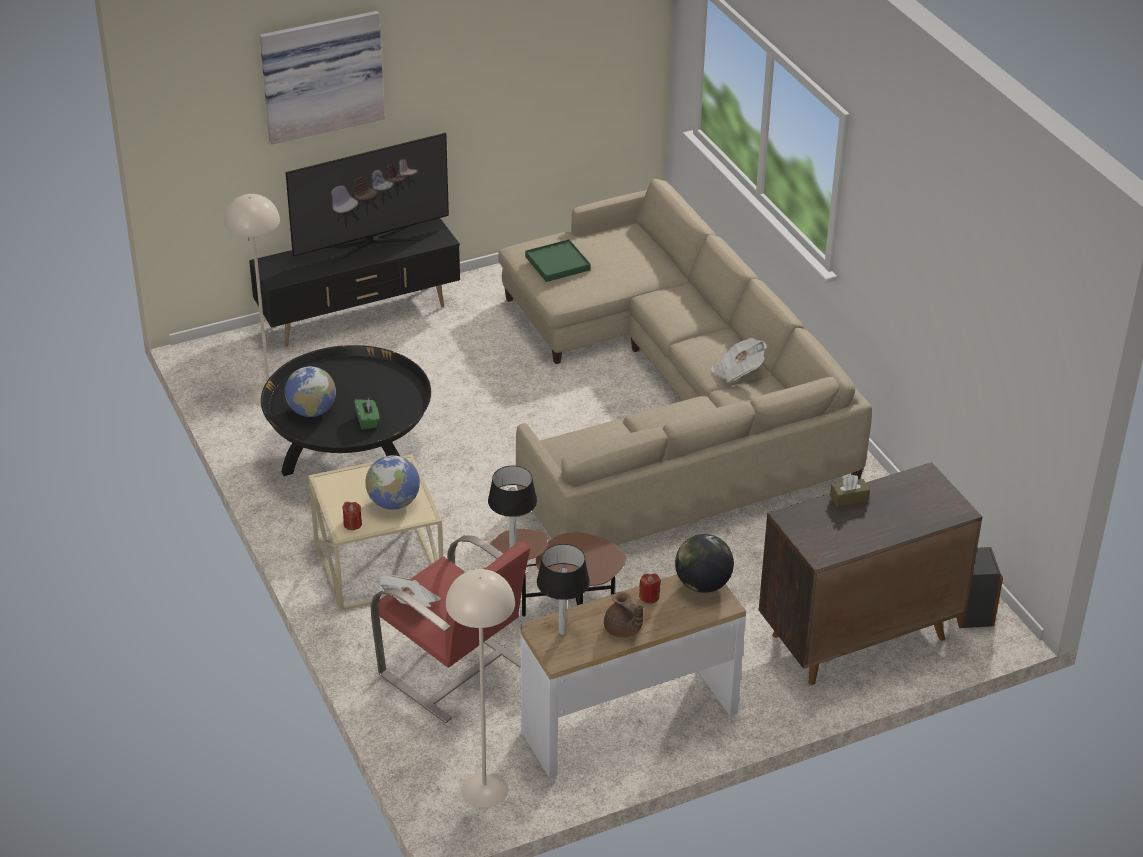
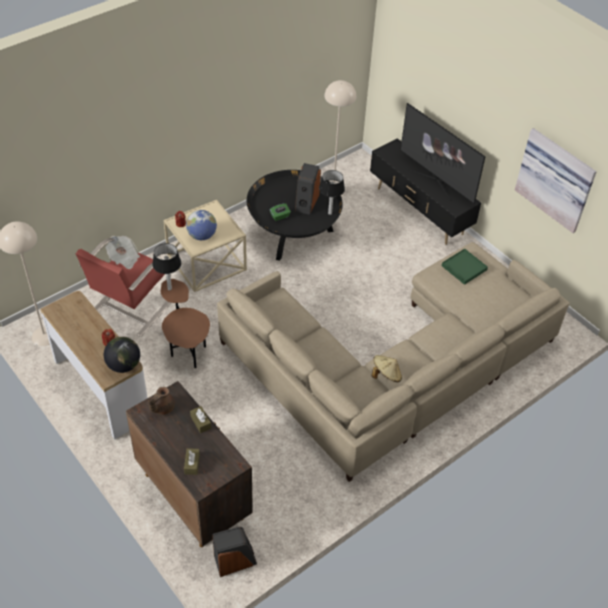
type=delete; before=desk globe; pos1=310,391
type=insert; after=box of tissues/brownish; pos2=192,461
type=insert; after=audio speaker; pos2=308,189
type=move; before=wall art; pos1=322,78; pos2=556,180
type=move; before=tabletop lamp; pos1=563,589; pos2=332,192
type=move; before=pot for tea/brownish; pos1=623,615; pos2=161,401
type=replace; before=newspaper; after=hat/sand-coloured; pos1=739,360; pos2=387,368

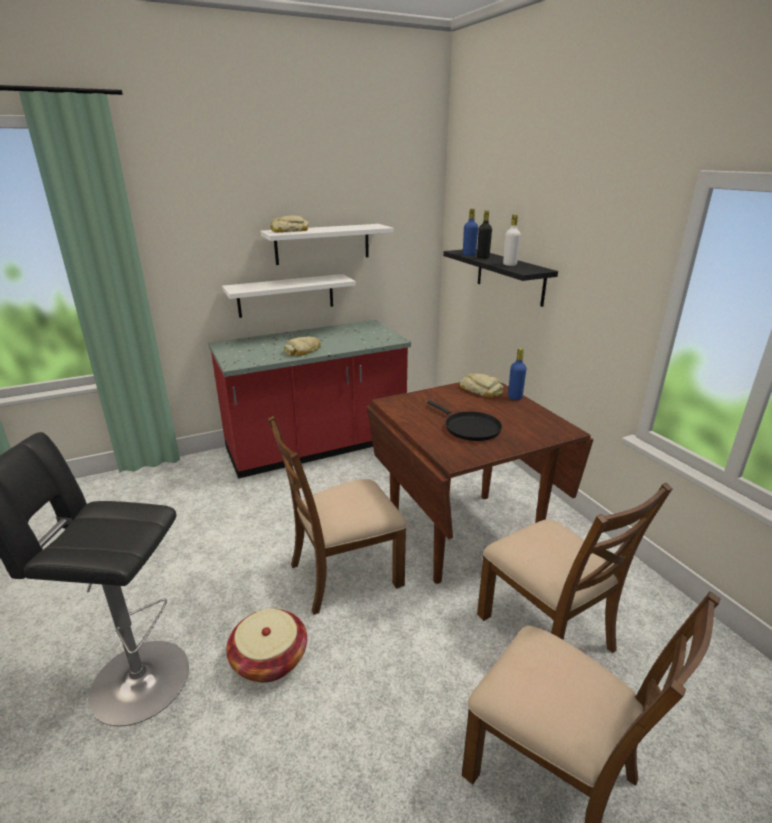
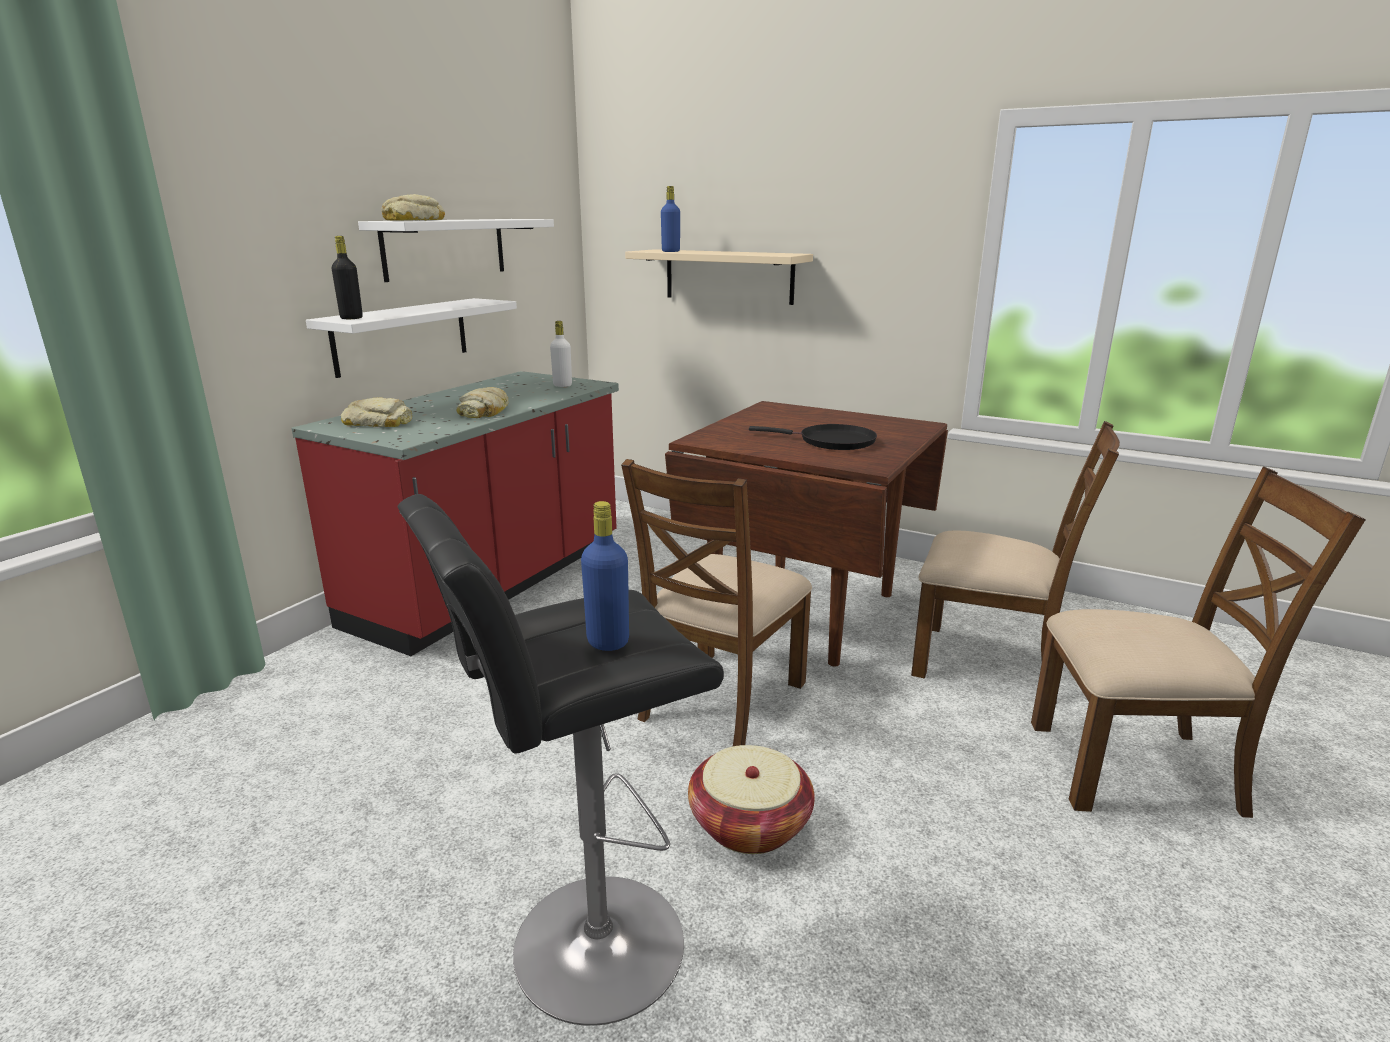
type=move; before=bread; pos1=481,385; pos2=376,412
type=move; before=drink bottle/black; pos1=484,234; pos2=347,277
type=move; before=drink bottle/whitish; pos1=512,240; pos2=561,354
type=move; before=drink bottle/bluish; pos1=517,374; pos2=605,576
type=recolor; before=wall shelf/black; after=wall shelf/sand-coloured; pos1=500,278; pos2=719,277

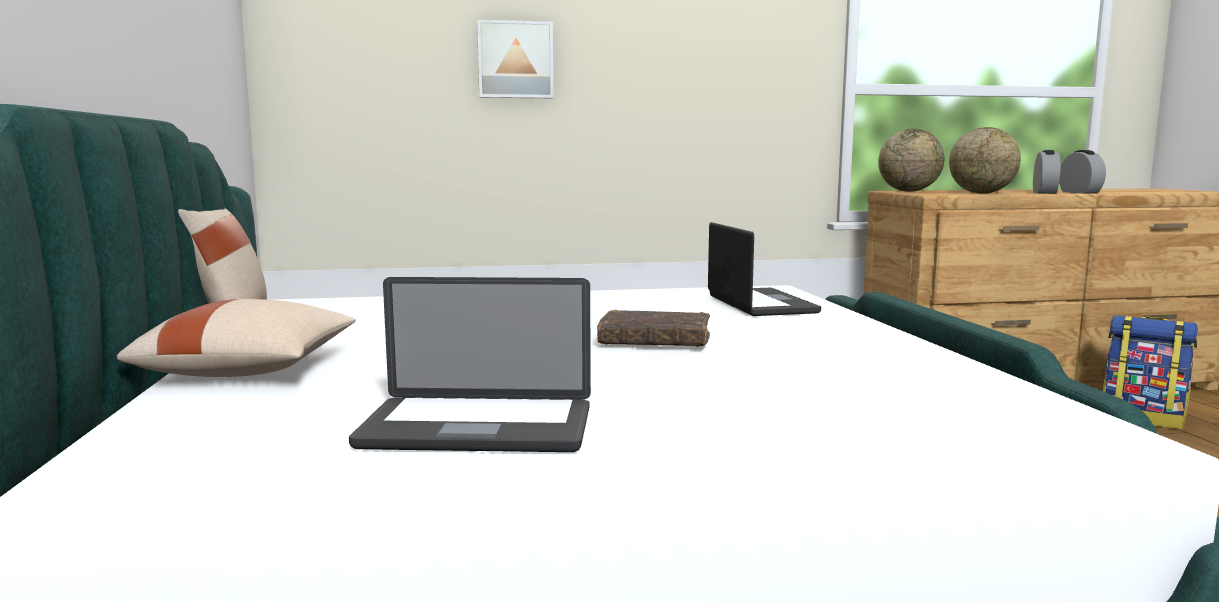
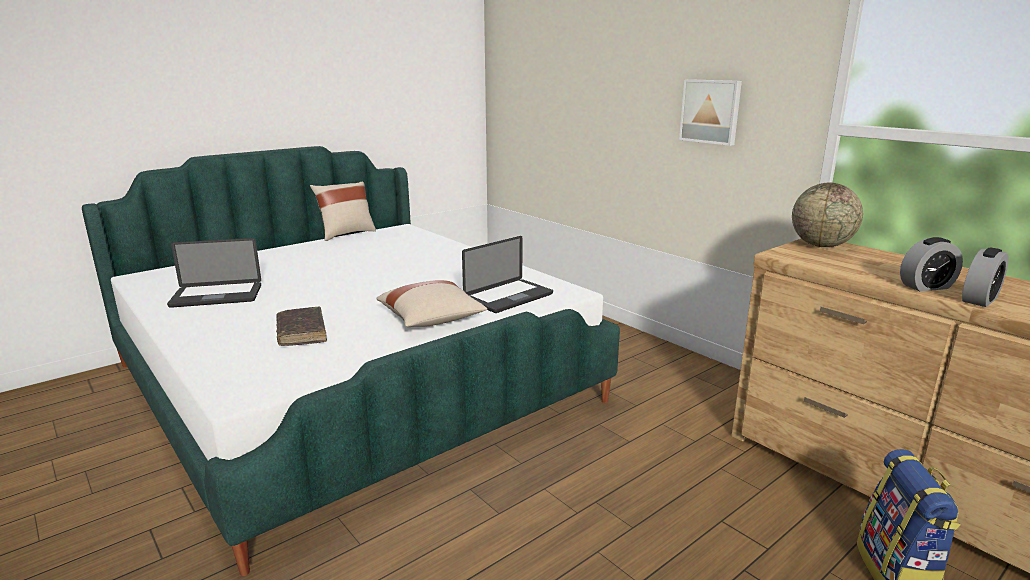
type=delete; before=desk globe; pos1=985,160
type=move; before=throw pillow/sand-coloured; pos1=236,338; pos2=432,303
type=move; before=wall art; pos1=515,59; pos2=710,112
type=move; before=volume/brownish; pos1=653,328; pos2=301,326
type=rotate; before=laptop; pos1=470,364; pos2=214,273; turn=-75

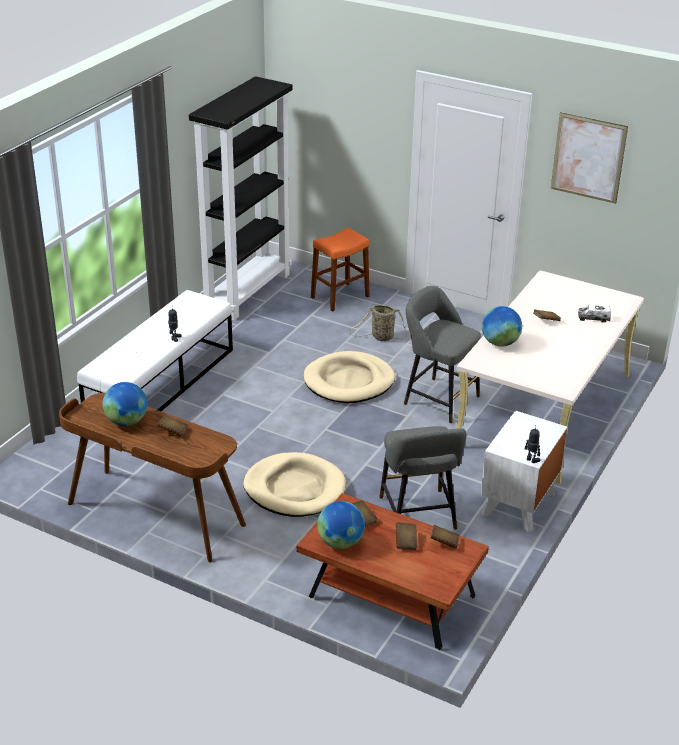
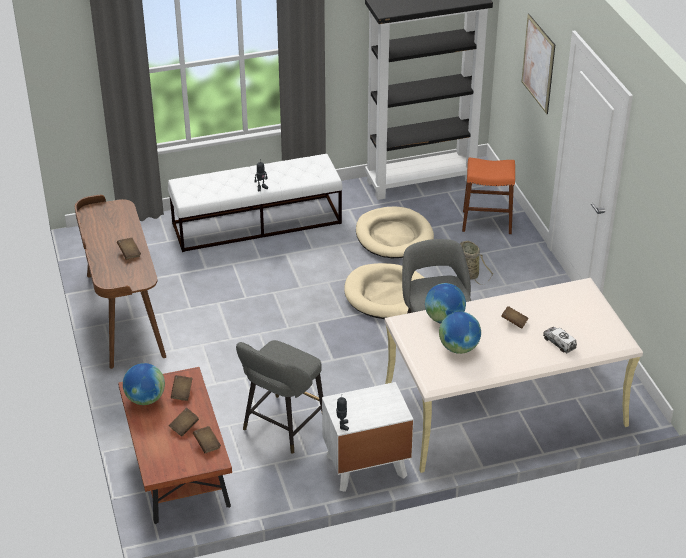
type=move; before=desk globe; pos1=125,404; pos2=460,332
type=move; before=pet bed/sand-coloured; pos1=294,484; pos2=395,232
type=move; before=wall art; pos1=589,158; pos2=538,64

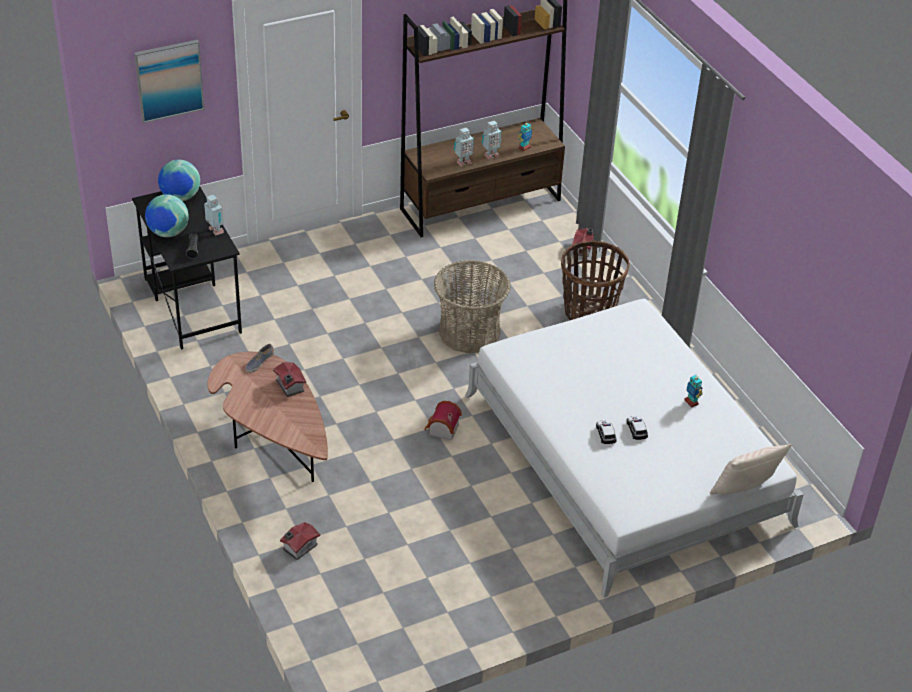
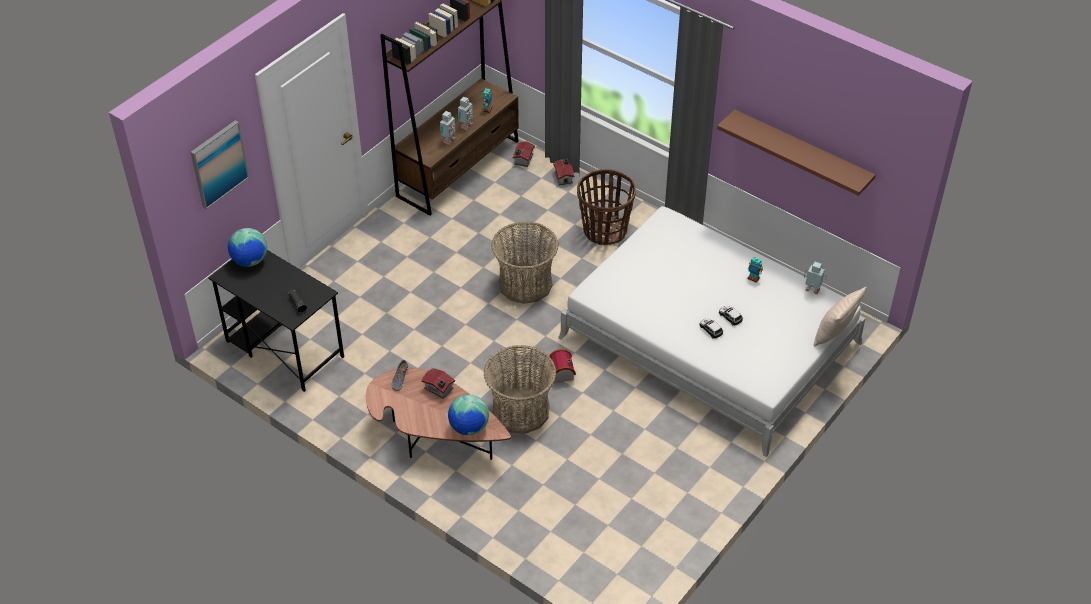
type=insert; after=storage basket; pos2=520,389
type=insert; after=wall shelf/brownish; pos2=796,152
type=move; before=desk globe; pos1=167,215; pos2=468,414
type=move; before=toy robot; pos1=214,215; pos2=815,278
type=move; before=miniature house; pos1=300,541; pos2=524,154

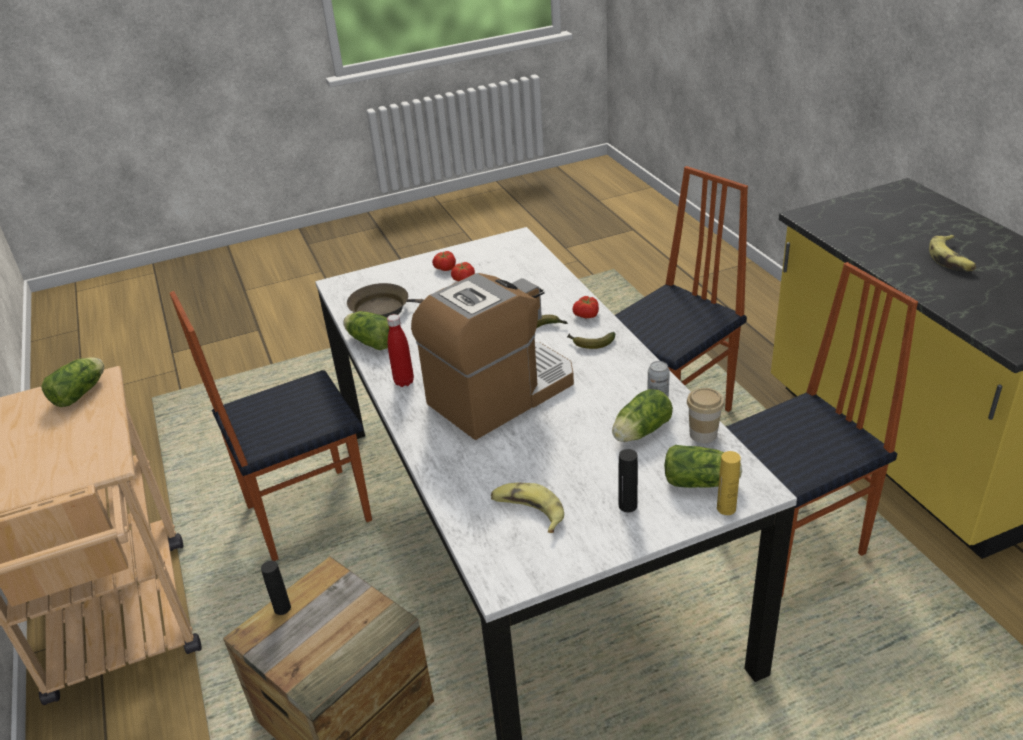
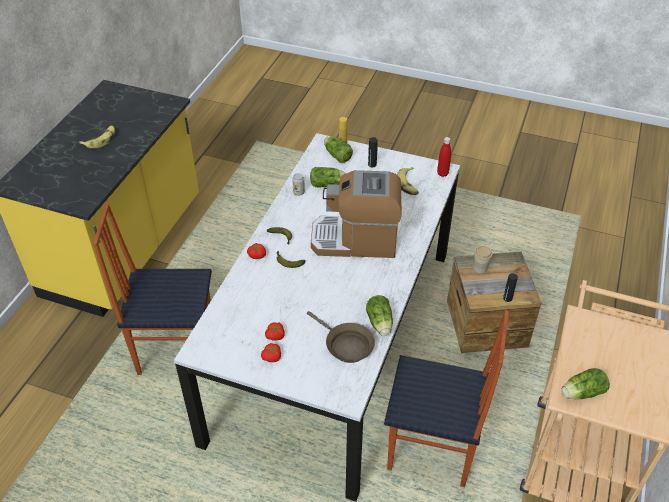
type=delete; before=chair; pos1=822,429
type=move; before=drink bottle/red-coloured; pos1=400,350; pos2=444,157
type=move; before=drinking cup; pos1=705,415; pos2=483,259

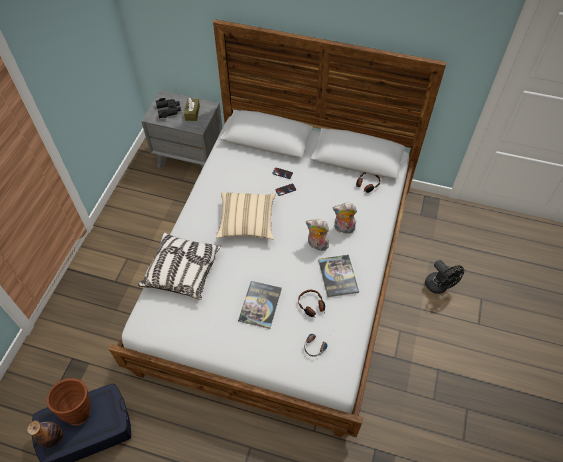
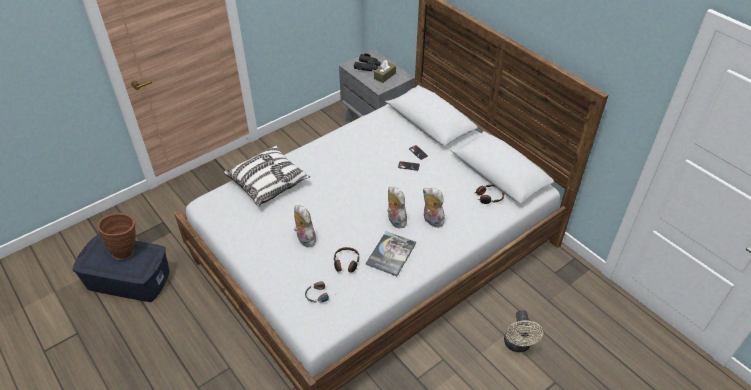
type=delete; before=drink bottle; pos1=45,434
type=delete; before=throw pillow/sand-coloured; pos1=245,215
type=replace; before=volume; after=soft toy; pos1=260,305; pos2=305,226
type=recolor; before=electric fan/black; after=electric fan/sand-coloured; pos1=444,277; pos2=523,331

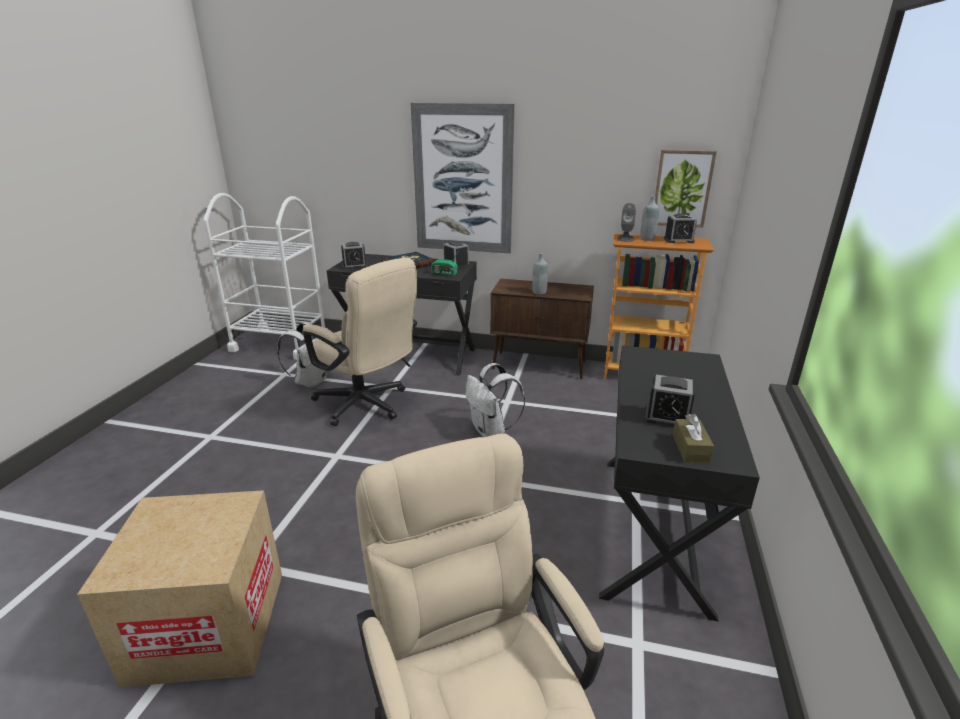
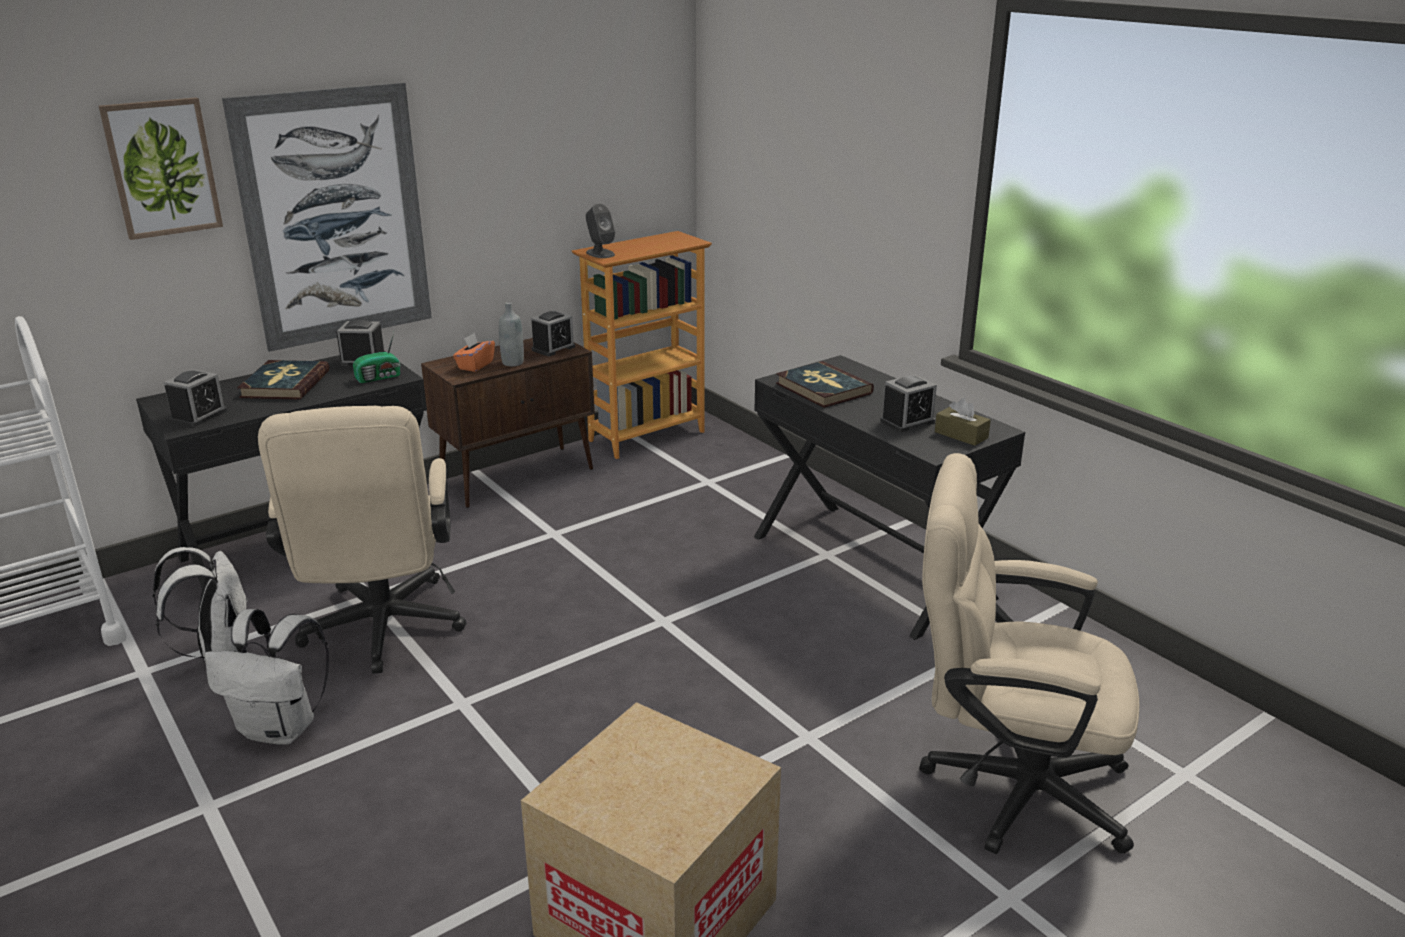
type=delete; before=drink bottle/grey; pos1=649,218
type=insert; after=box of tissues/orangey; pos2=474,352
type=insert; after=volume; pos2=825,384
type=move; before=knapsack/whitish; pos1=495,400; pos2=267,677
type=move; before=wall art; pos1=686,189; pos2=161,168
type=move; before=bedside clock; pos1=680,228; pos2=553,333
type=rotate; before=desk chair/sand-coloured; pos1=360,341; pos2=362,540; turn=90

